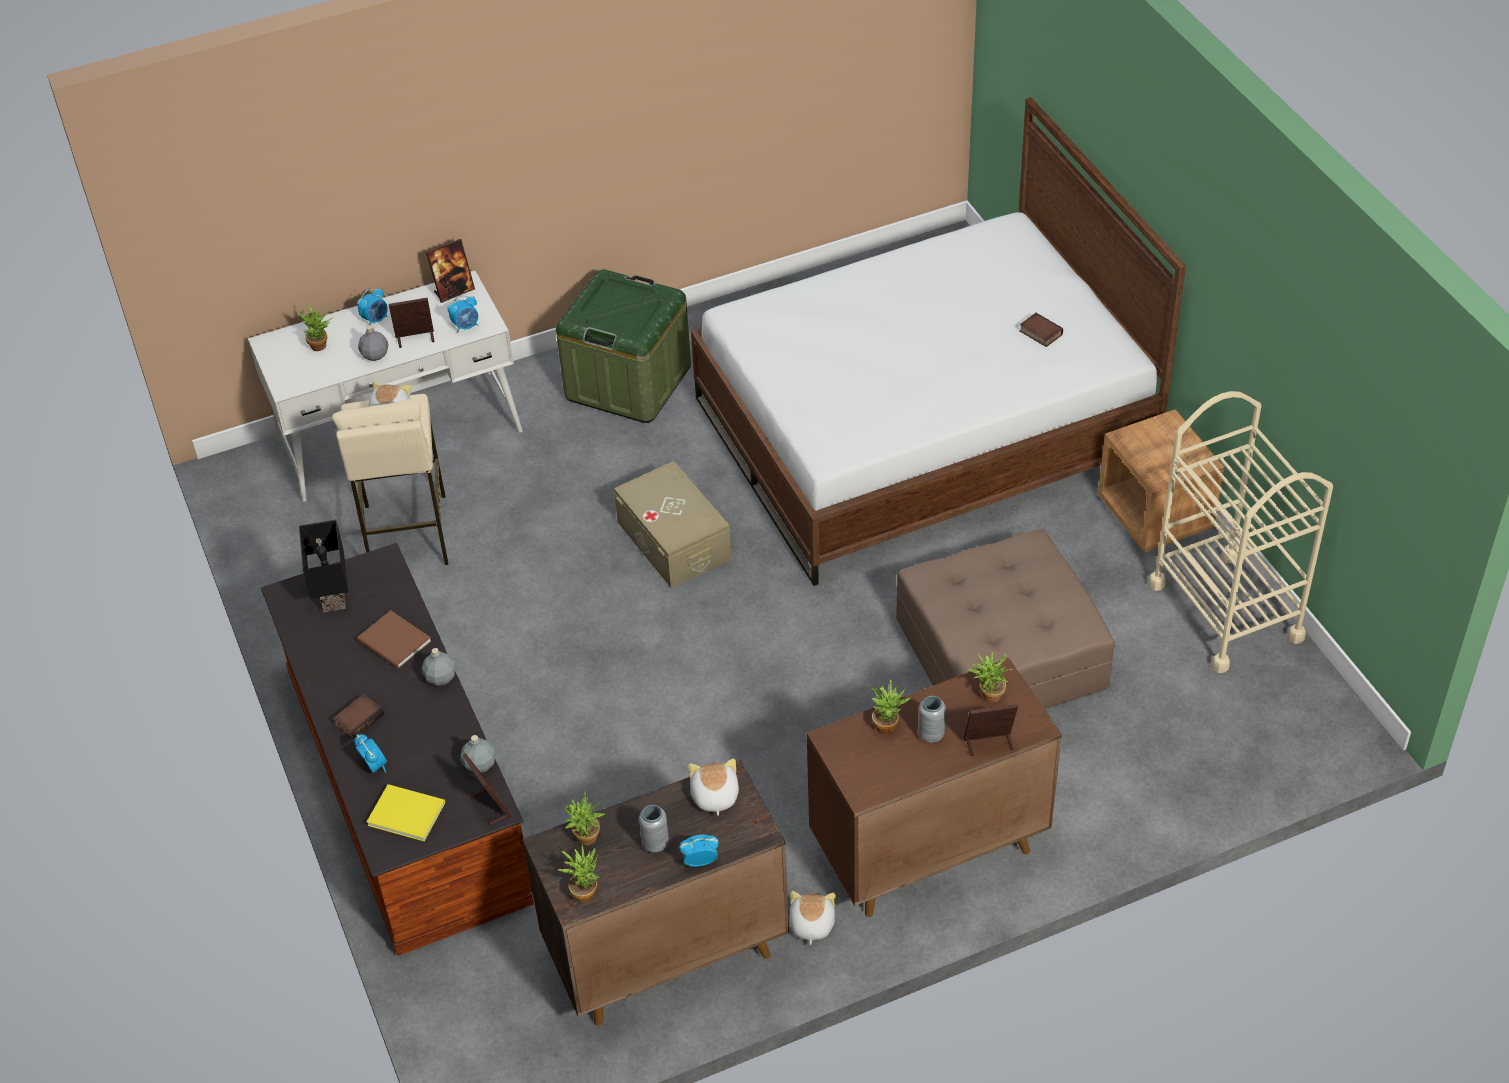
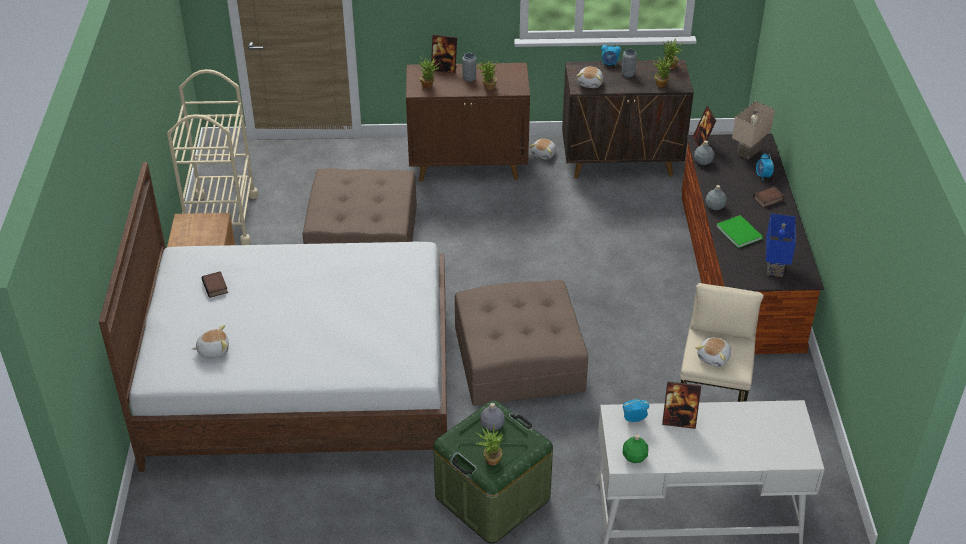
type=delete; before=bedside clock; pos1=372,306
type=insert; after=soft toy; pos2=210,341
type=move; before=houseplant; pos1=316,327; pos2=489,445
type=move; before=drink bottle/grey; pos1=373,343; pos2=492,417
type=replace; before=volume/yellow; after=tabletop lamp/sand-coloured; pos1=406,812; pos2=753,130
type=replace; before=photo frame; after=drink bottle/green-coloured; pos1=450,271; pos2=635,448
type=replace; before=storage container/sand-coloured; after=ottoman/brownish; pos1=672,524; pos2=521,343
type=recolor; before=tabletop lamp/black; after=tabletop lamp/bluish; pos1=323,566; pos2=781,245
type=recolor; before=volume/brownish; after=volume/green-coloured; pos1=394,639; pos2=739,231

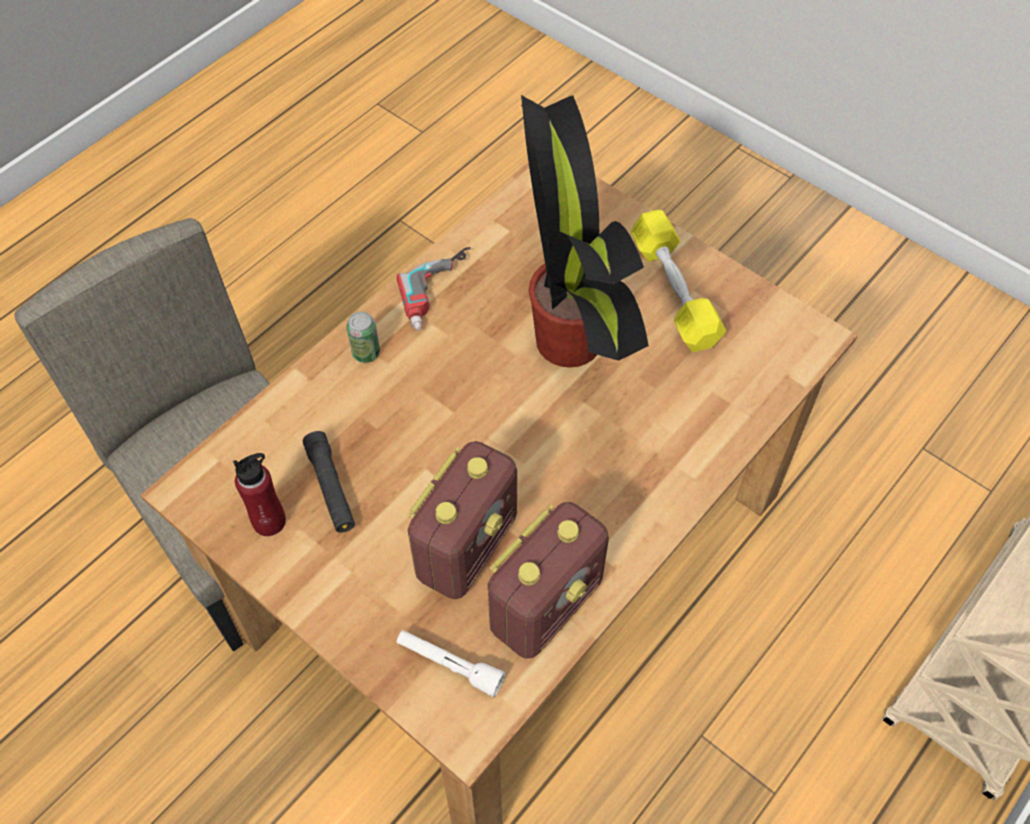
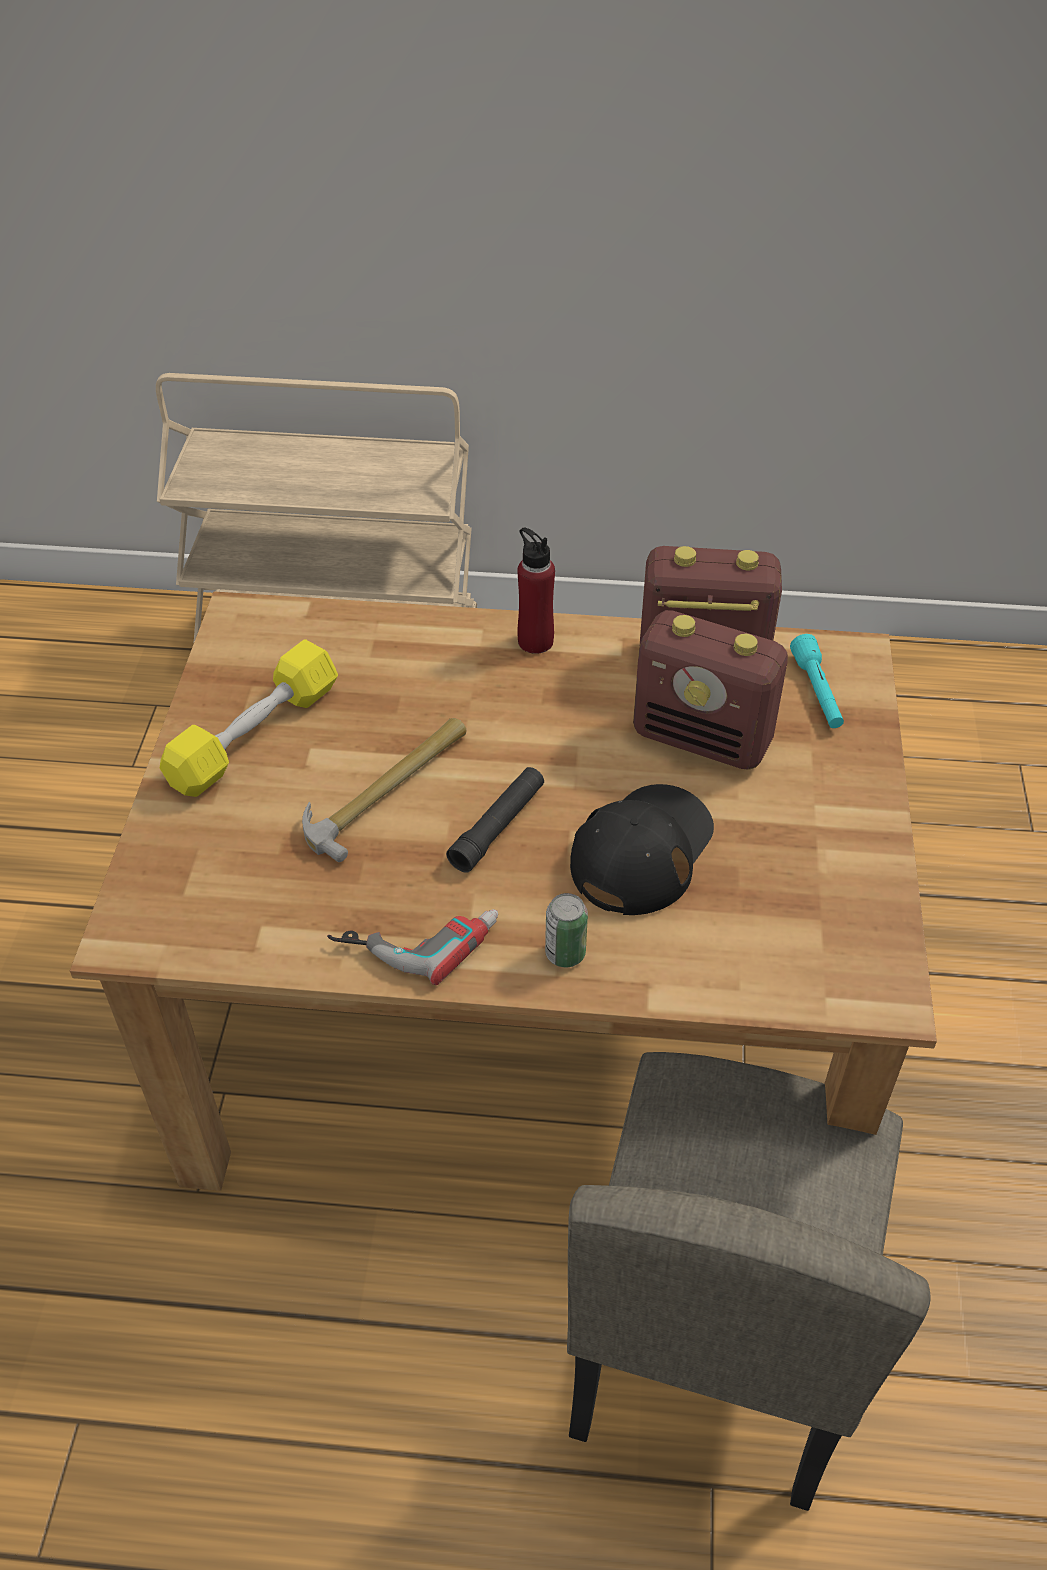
type=insert; after=baseball cap/black; pos2=642,849
type=move; before=drink bottle/red-coloured; pos1=259,494; pos2=536,590
type=move; before=flashlight/black; pos1=329,482; pos2=495,820
type=replace; before=houseplant; after=tool hammer; pos1=585,231; pos2=384,790
type=recolor; before=flashlight/whitish; after=flashlight/blue-green; pos1=451,663; pos2=817,681
type=rotate; before=radio set; pos1=462,520; pos2=710,690; turn=-150

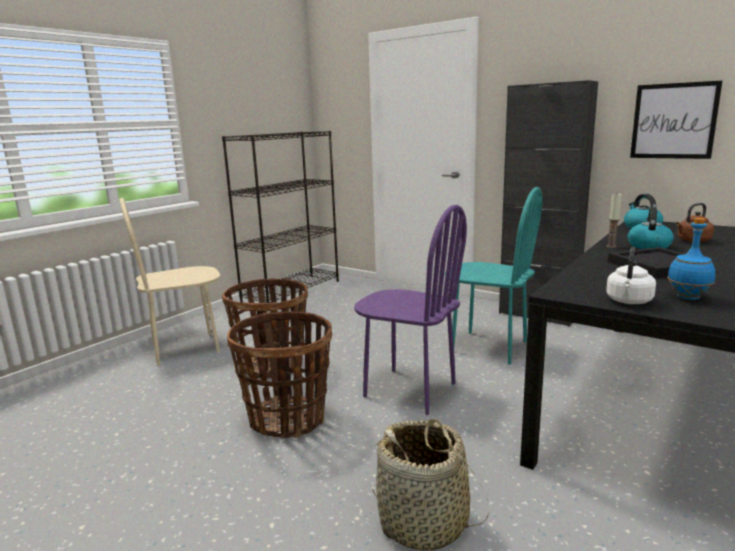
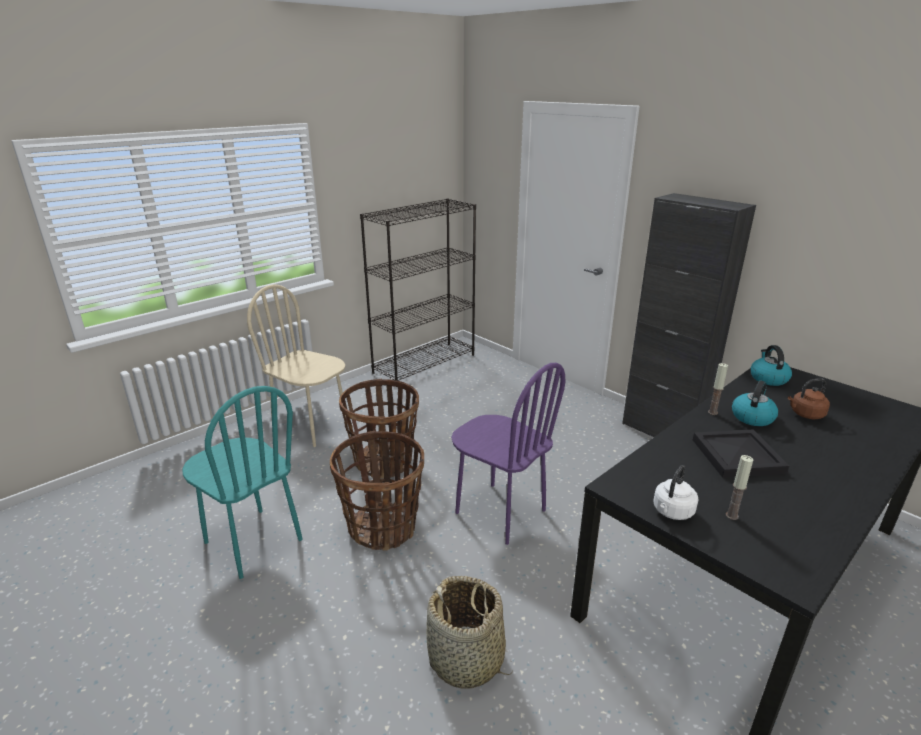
type=delete; before=wall art; pos1=676,120
type=move; before=chair/blue-green; pos1=493,276; pos2=242,482
type=replace; before=drink bottle/bluish; after=wax candle; pos1=691,259; pos2=739,487
type=rotate; before=chair/sand-coloured; pos1=169,282; pos2=297,365; turn=45

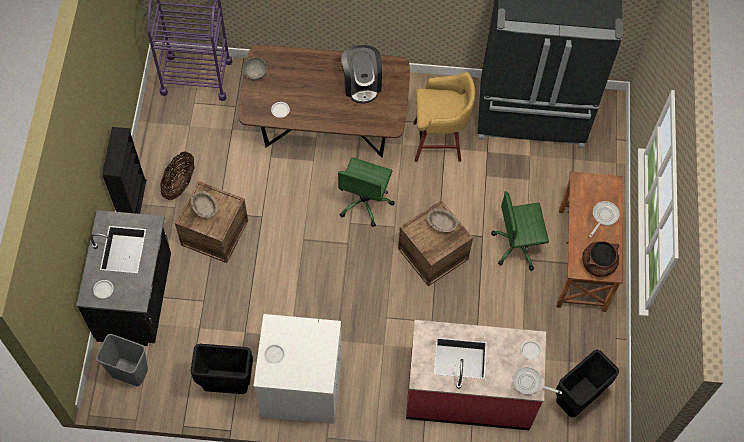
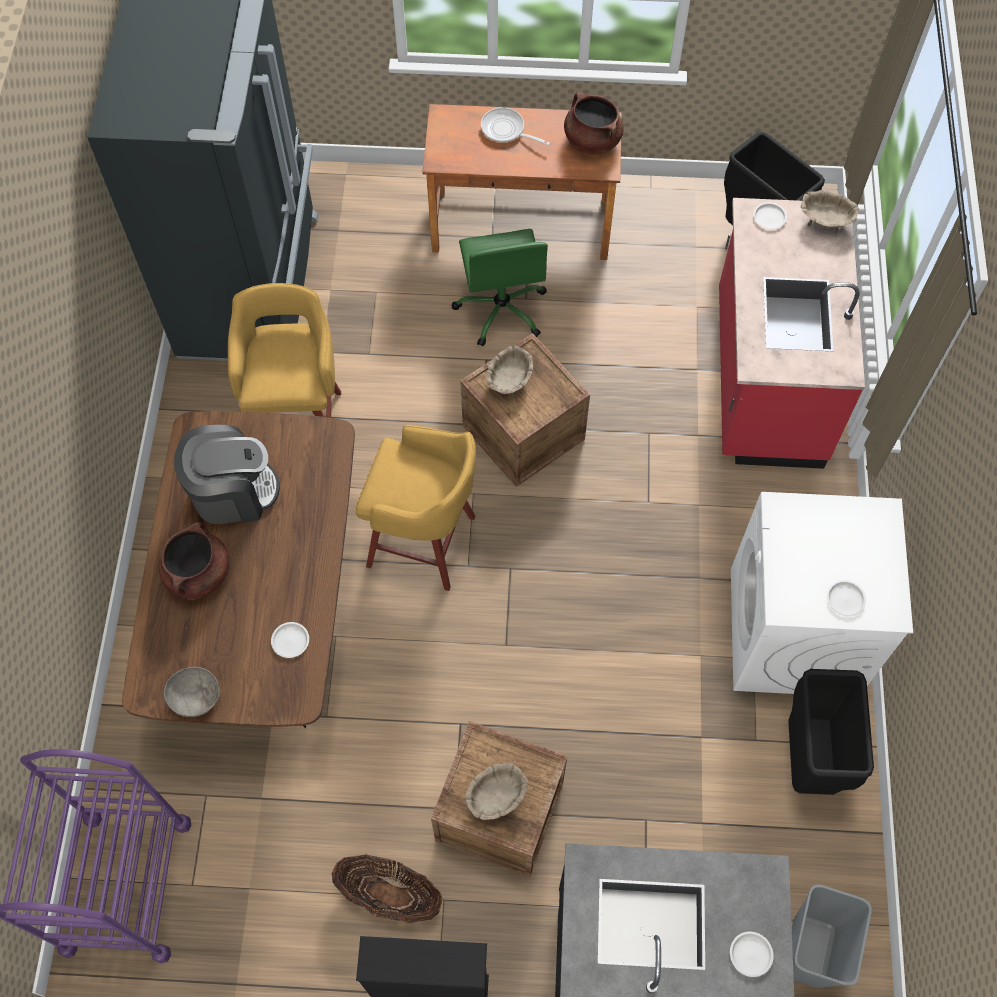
type=insert; after=cooking pot/brownish; pos2=194,561
type=replace; before=desk chair/green-coloured; after=stool seat/yellow; pos1=366,192; pos2=415,508
type=replace; before=frying pan; after=deep dish/sand-coloured; pos1=537,381; pos2=830,211

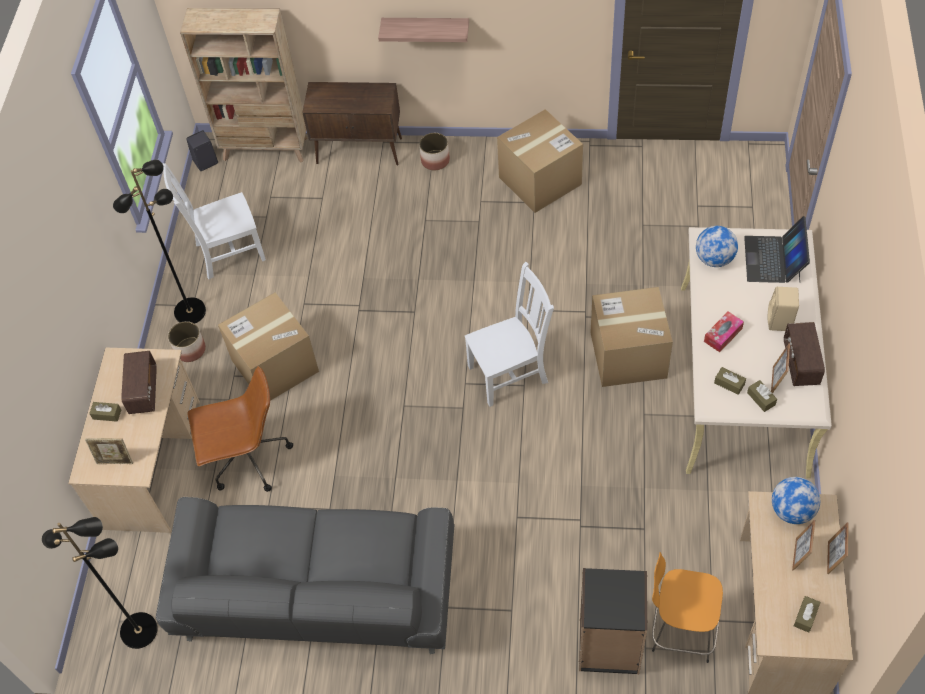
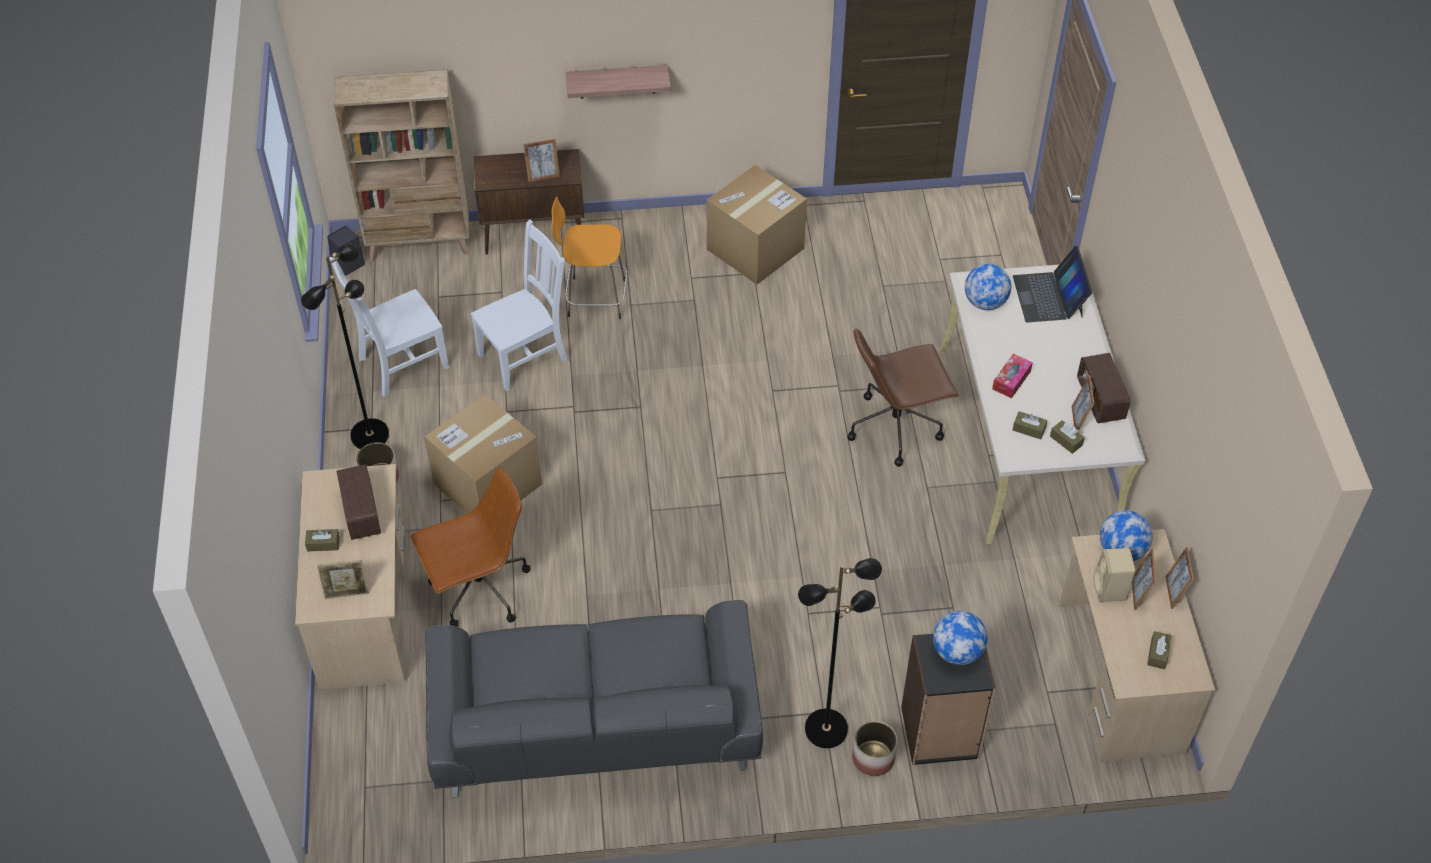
type=insert; after=photo frame; pos2=541,160
type=insert; after=desk globe; pos2=960,638
type=move; before=standing lamp/black; pos1=100,583; pos2=840,653
type=move; before=plant pot; pos1=434,151; pos2=874,748
type=move; before=chair/whitish; pos1=509,334; pos2=519,305
type=move; before=stool seat/orangey; pos1=687,607; pos2=589,258
type=move; before=audio speaker/sand-coloured; pos1=783,309; pos2=1114,575
type=replace; before=packing box; after=desk chair/brownish; pos1=631,337; pos2=903,397

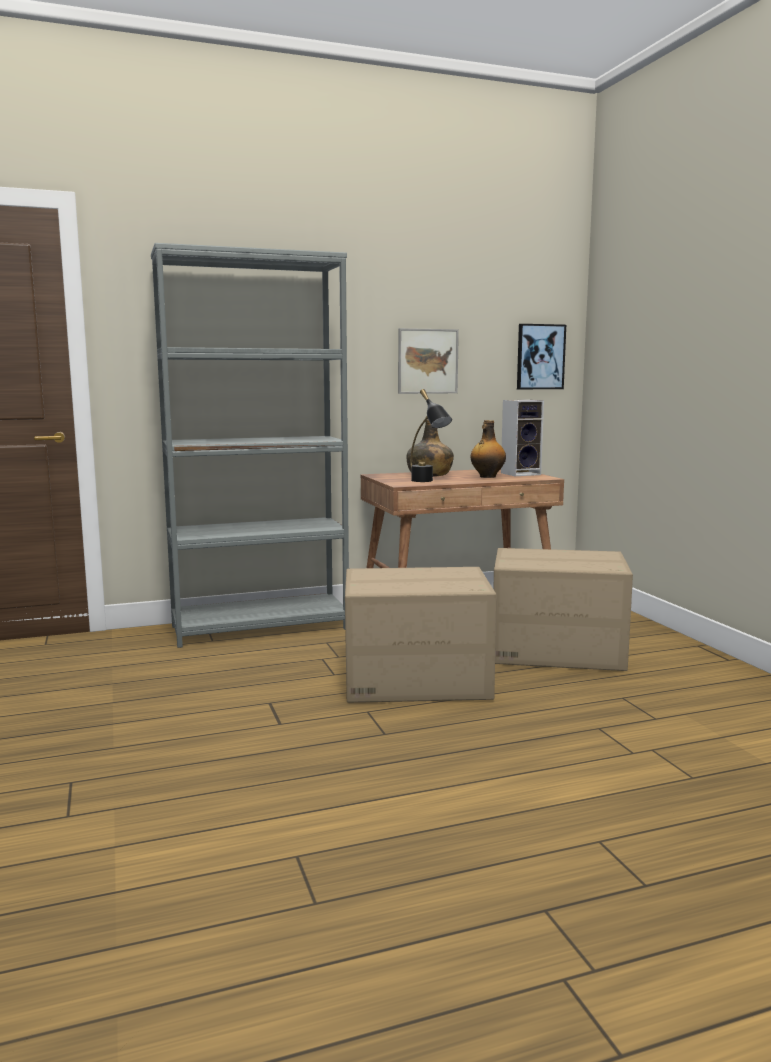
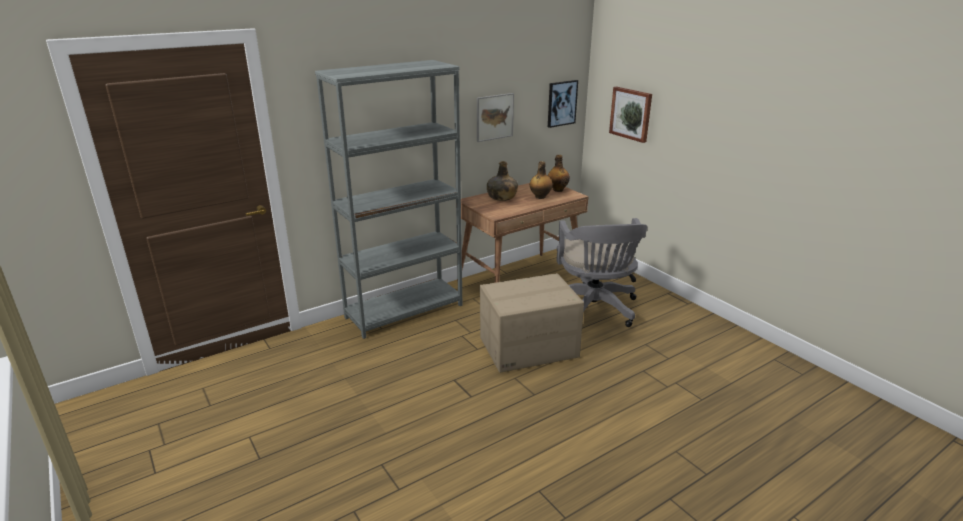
type=delete; before=tabletop lamp/black; pos1=431,435
type=insert; after=wall art; pos2=630,115
type=replace; before=packing box; after=desk chair/grey; pos1=563,609; pos2=601,272
type=replace; before=audio speaker; after=drink bottle; pos1=522,438; pos2=559,173

